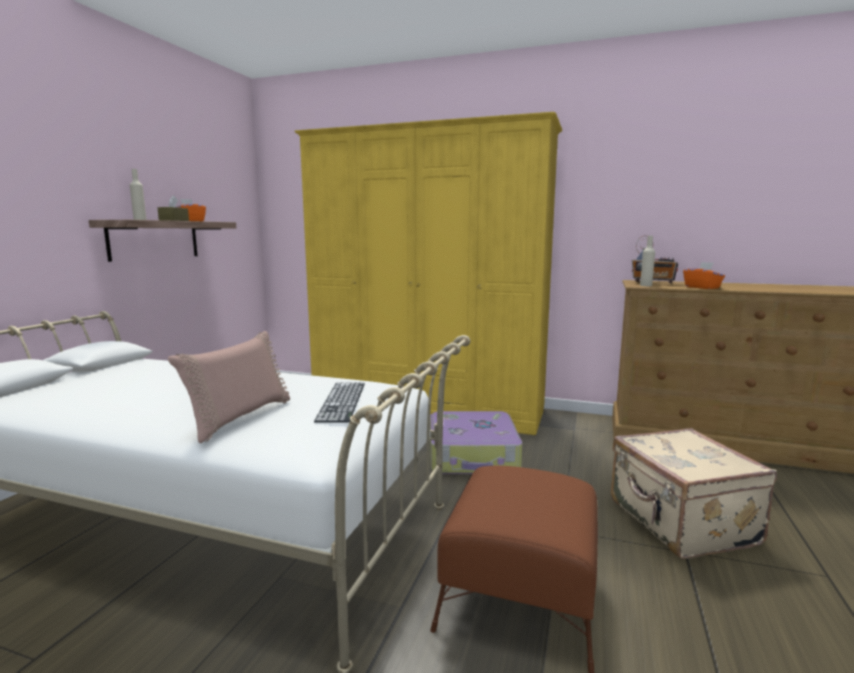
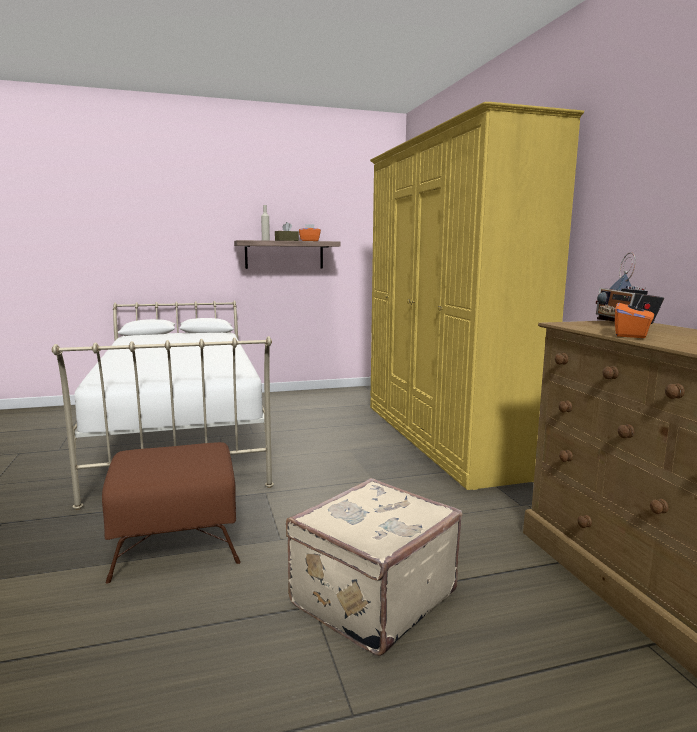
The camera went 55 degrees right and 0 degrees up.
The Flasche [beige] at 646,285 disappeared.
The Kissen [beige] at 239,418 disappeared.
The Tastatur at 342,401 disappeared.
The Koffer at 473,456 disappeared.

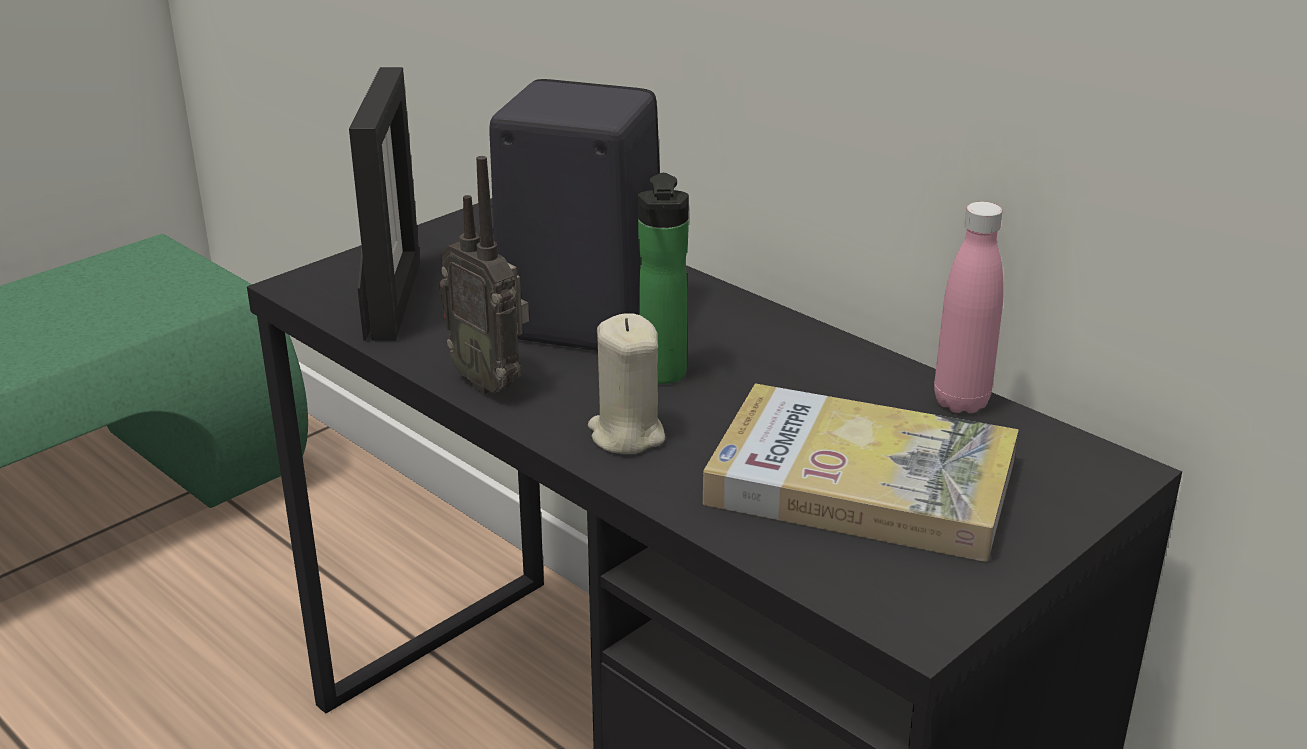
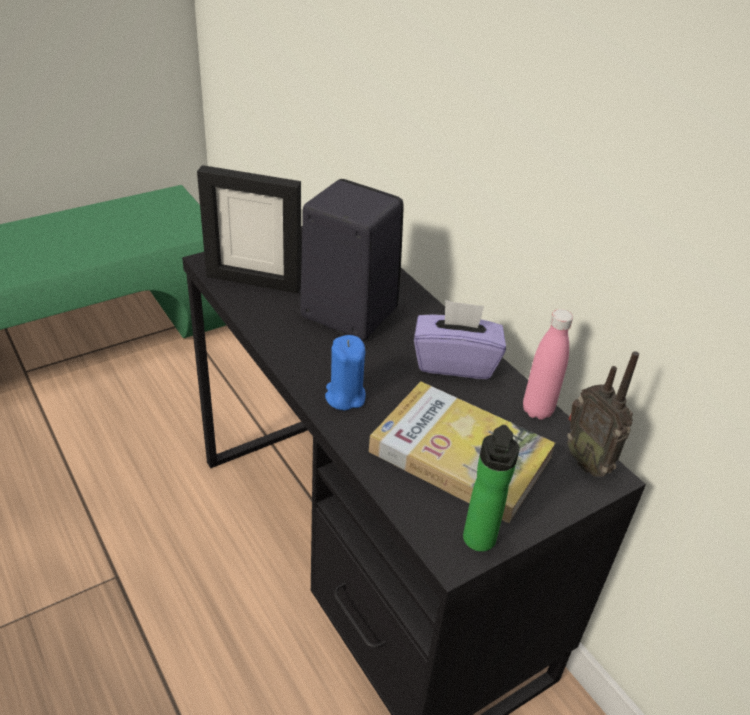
The camera went 10 degrees right and 10 degrees up.
The Bilderrahmen at 393,299 turned 90 degrees clockwise.
The Radio moved from 491,381 to 589,462.
The Flasche moved from 662,377 to 478,543.
The Kerze [beige] at 626,434 became the Kerze [blau] at 345,396.
The Taschentuchbox [lila] at 455,362 appeared.

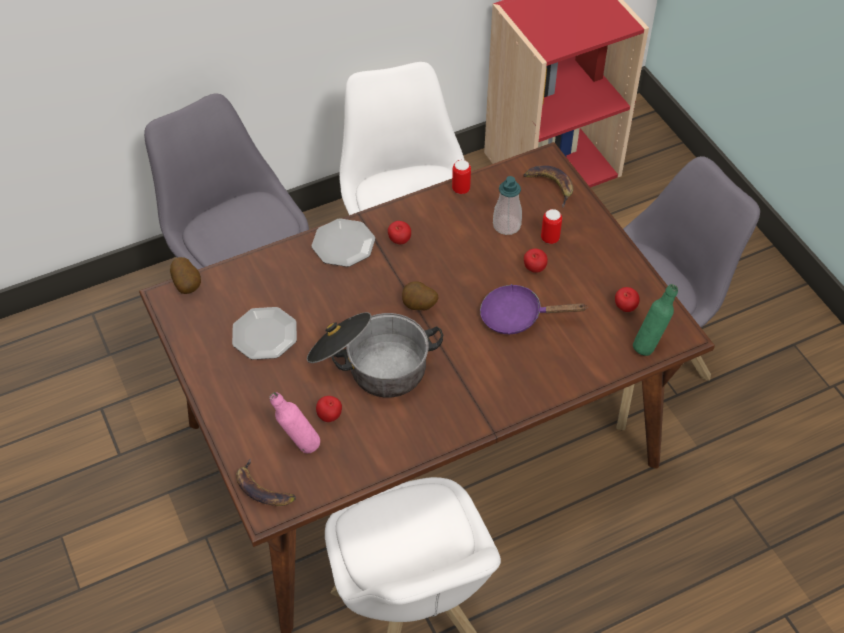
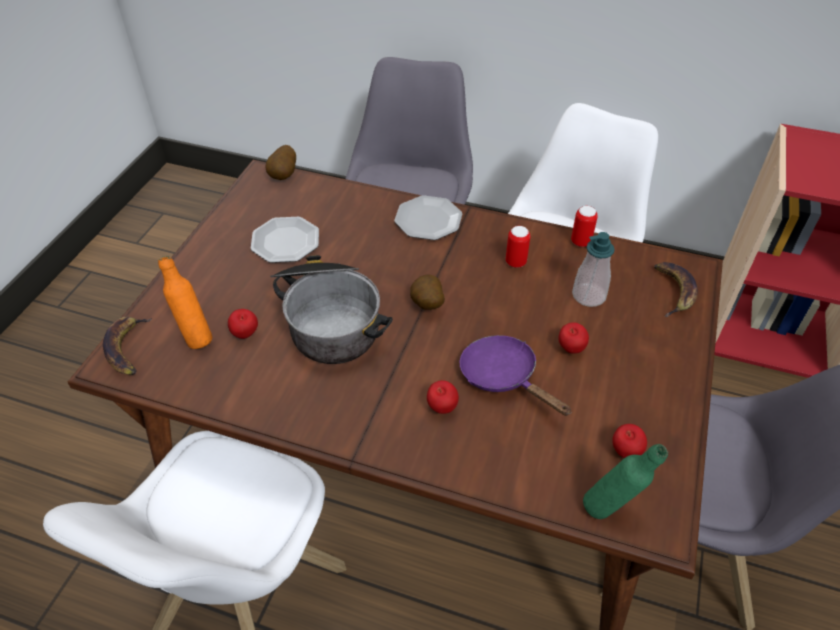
The camera went 45 degrees right and 5 degrees down.
The Dose moved from 550,238 to 515,262.
The Apfel moved from 399,241 to 441,408.
The Flasche [rosa] at 299,445 became the Flasche [orange] at 195,337.

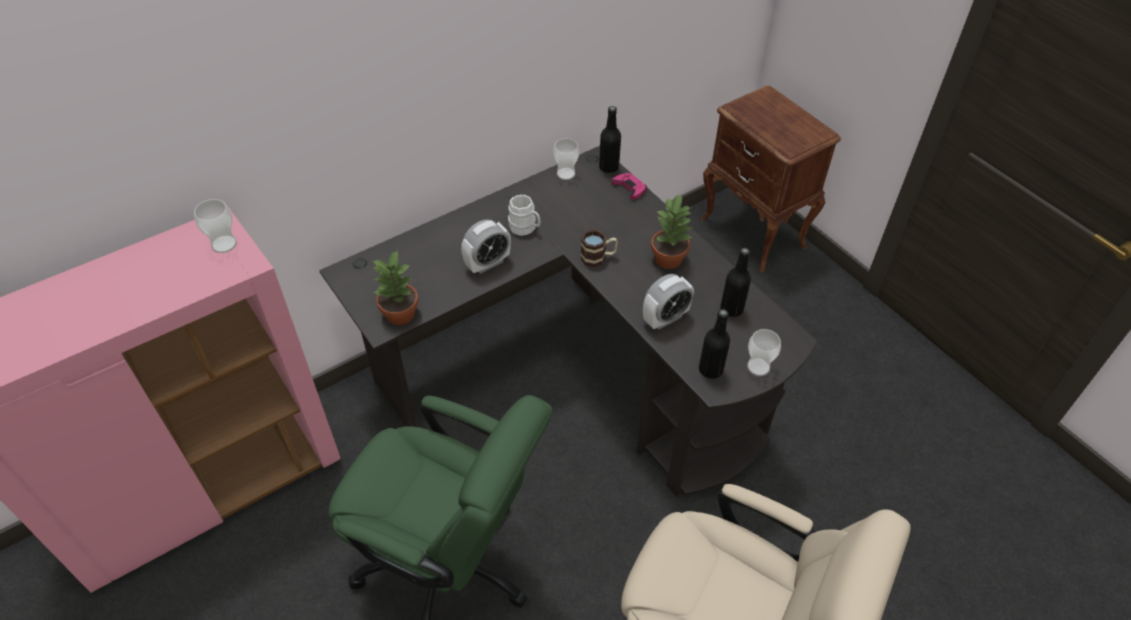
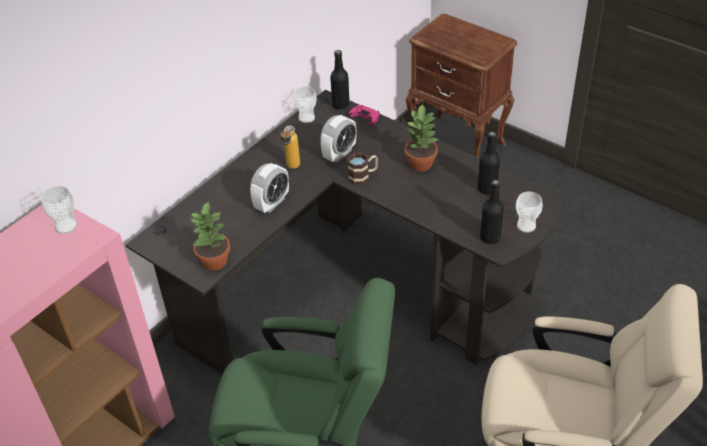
The camera went 15 degrees left and 5 degrees down.
The Henkelbecher [weiß] at 525,228 was replaced by the Flasche at 291,168.
The Wecker moved from 665,318 to 339,154.

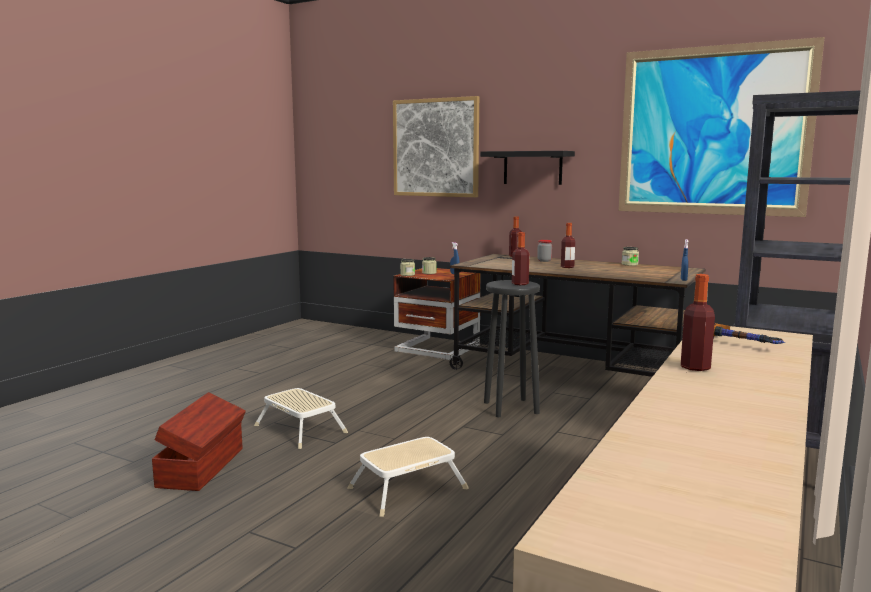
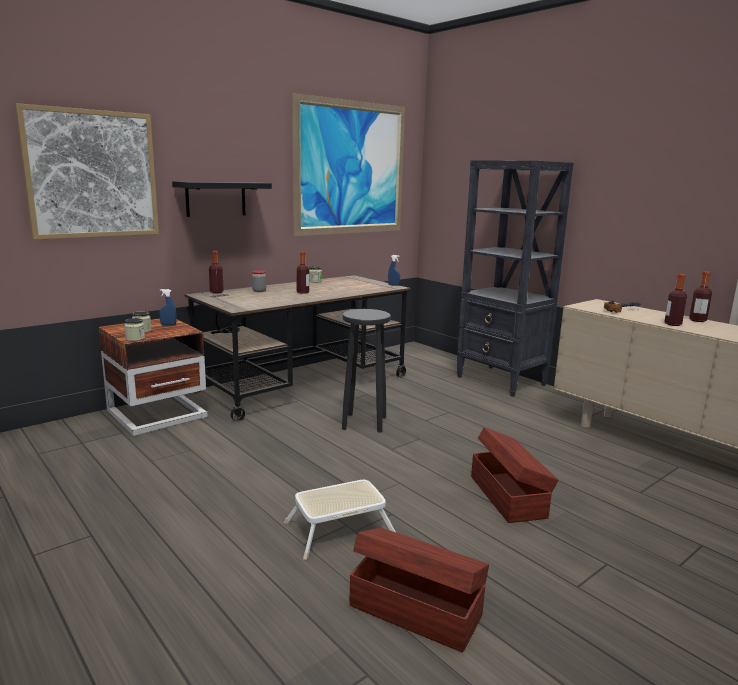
The camera went 70 degrees left and 5 degrees up.
The Flasche moved from 520,284 to 697,320.
The Trittleiter [beige] at 408,488 was replaced by the Aufbewahrungsbox [braun] at 508,496.

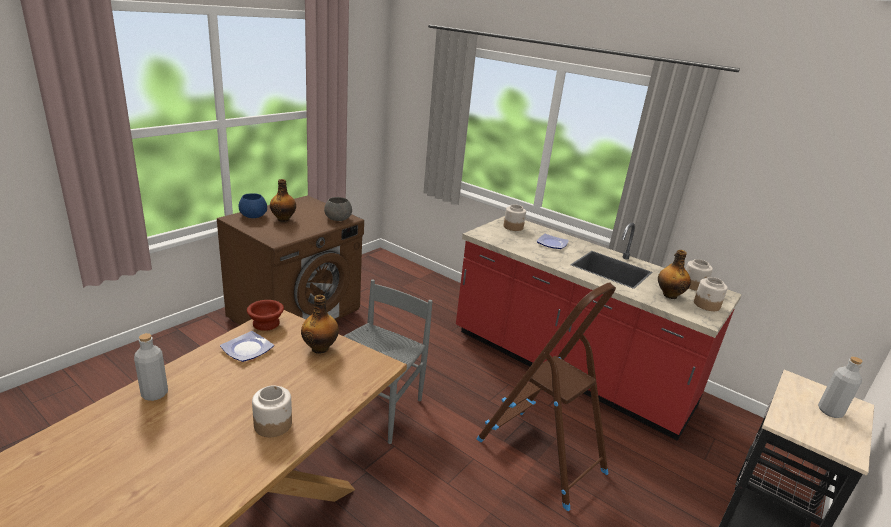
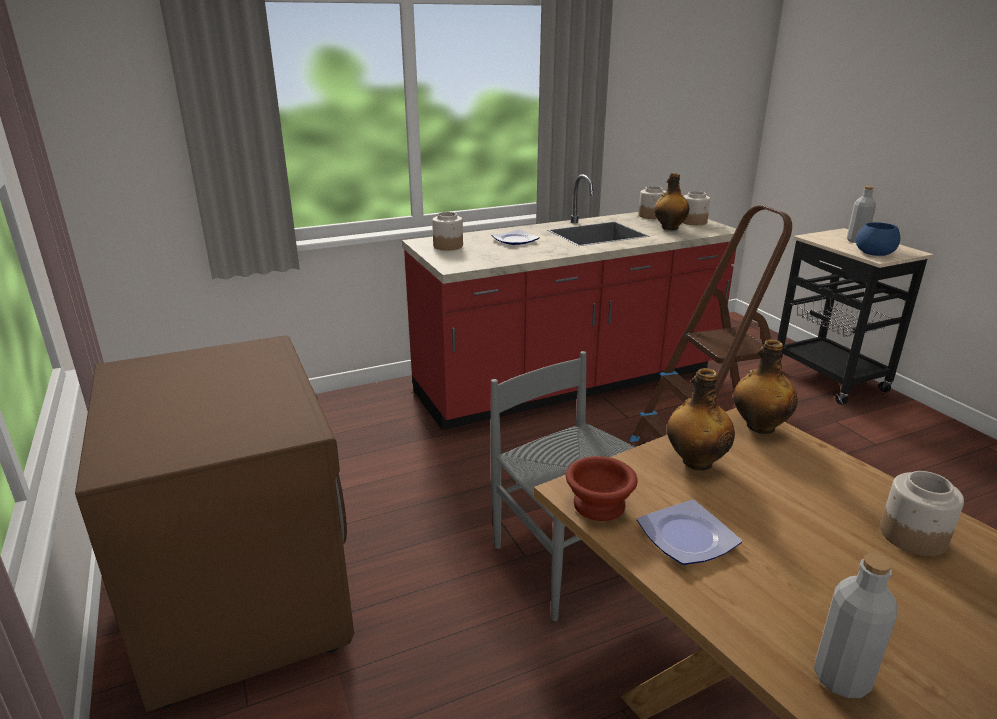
The camera went 60 degrees left and 0 degrees up.
The Flasche moved from 283,219 to 759,426.
The Schüssel [blau] moved from 253,216 to 875,253.
The Schüssel [grau] at 338,218 disappeared.

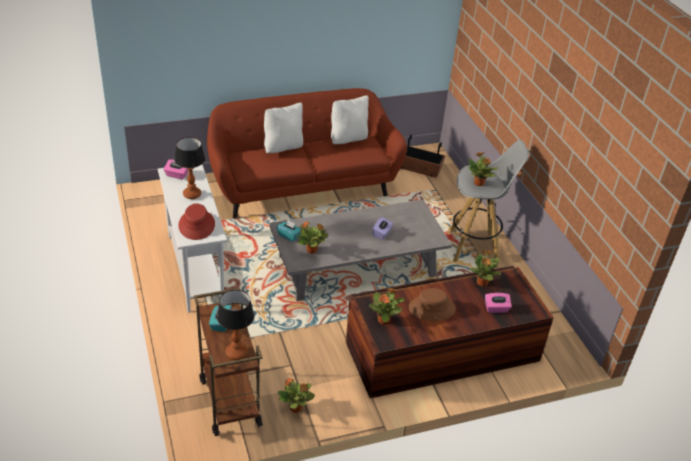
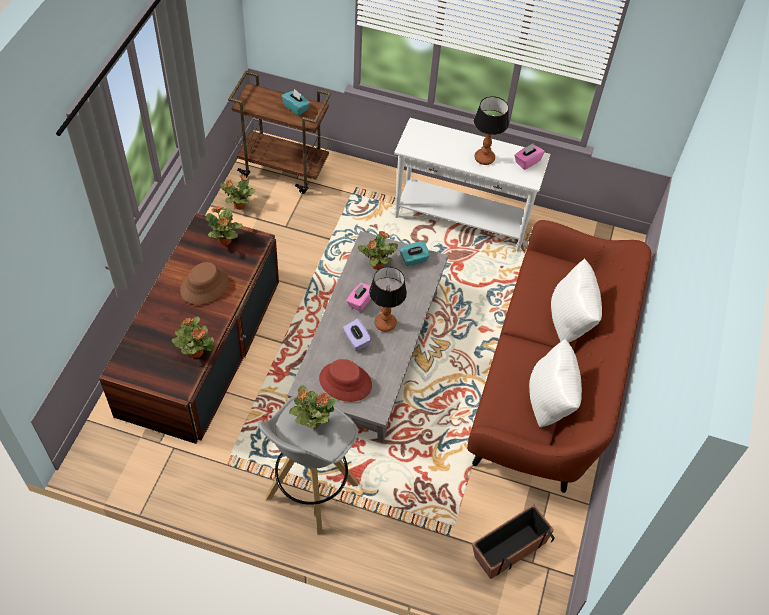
The camera went 125 degrees right and 15 degrees up.
The Hut [rot] moved from 197,225 to 345,382.
The Tischlampe moved from 236,352 to 385,324.
The Taschentuchbox [rosa] moved from 496,308 to 360,301.

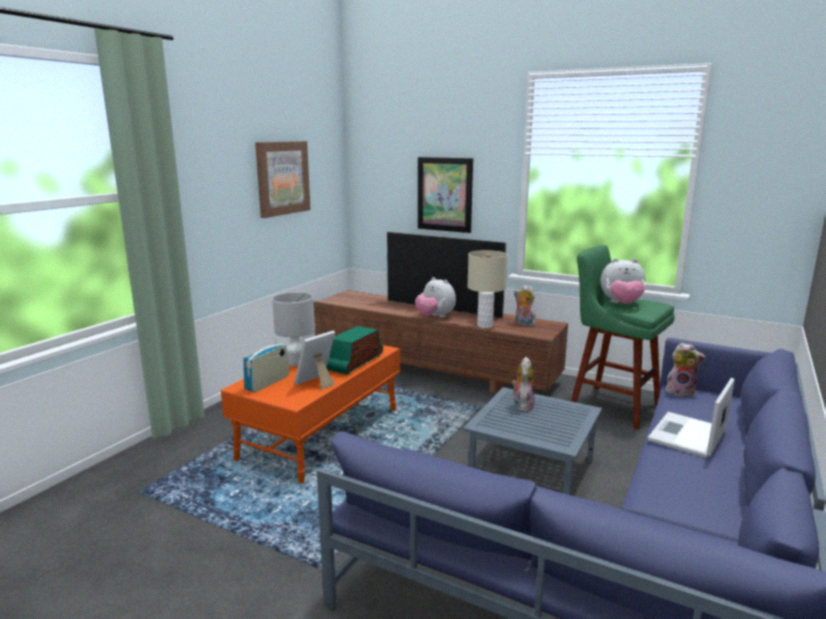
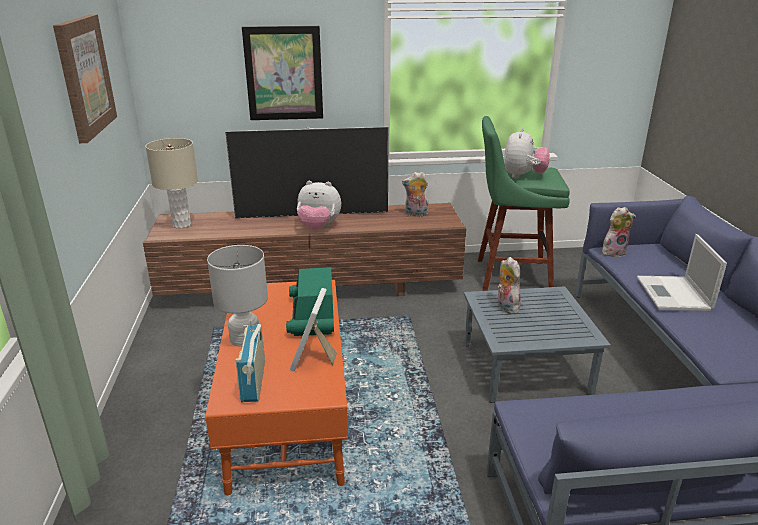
The camera went 35 degrees left and 10 degrees up.
The Tischlampe [beige] moved from 485,326 to 182,225.
The Plüschtier at 621,304 turned 45 degrees counterclockwise.

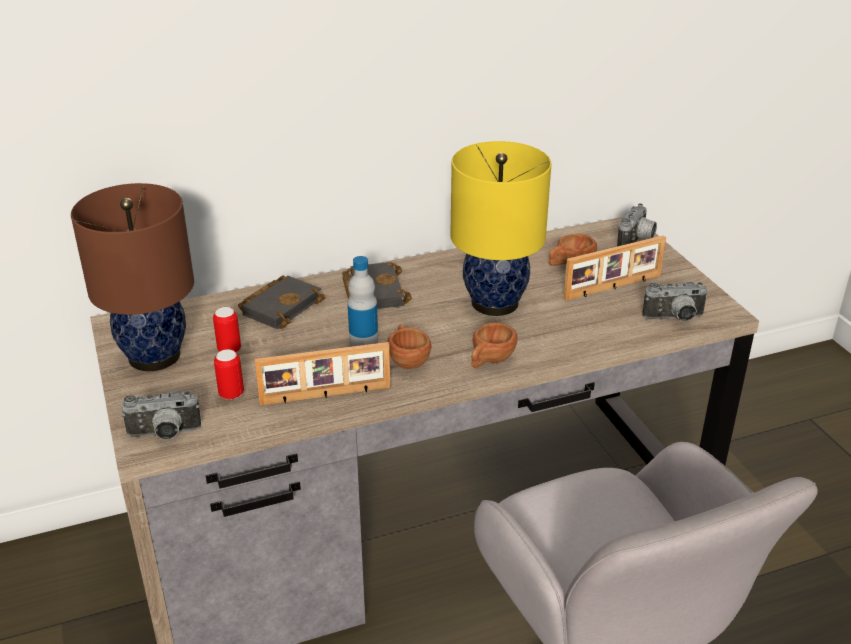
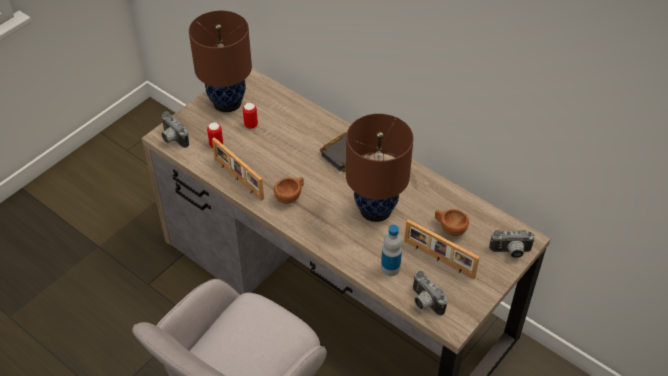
The camera went 60 degrees right and 15 degrees up.
The Tischlampe [gelb] at 495,302 became the Tischlampe [braun] at 376,209.
The Flasche moved from 363,342 to 390,268.
The Buch [schwarz] at 281,306 disappeared.
The Tasse [braun] at 490,361 disappeared.

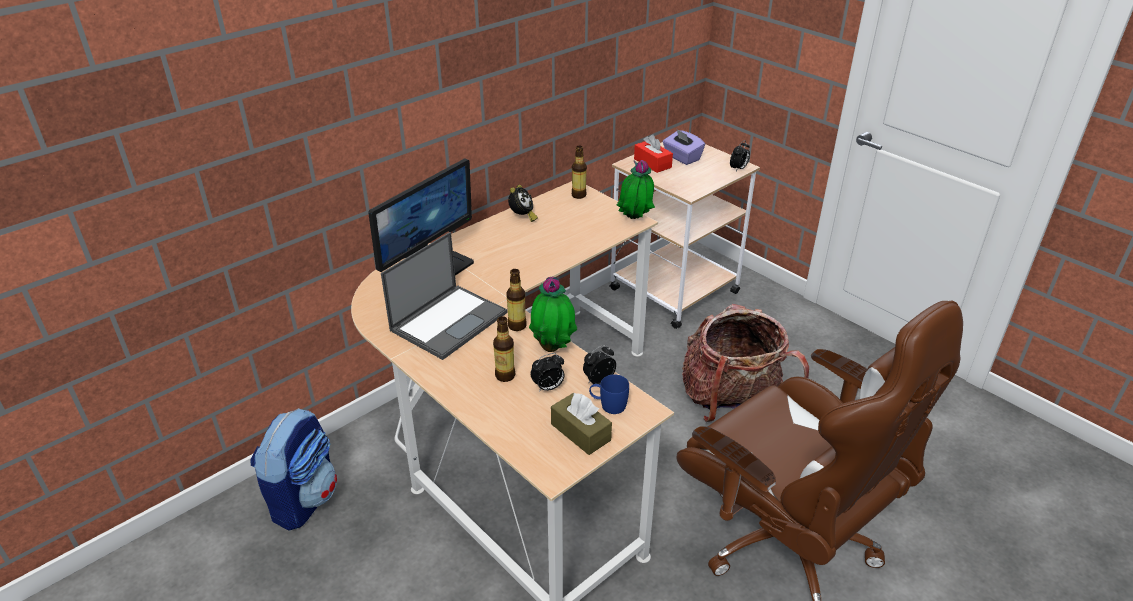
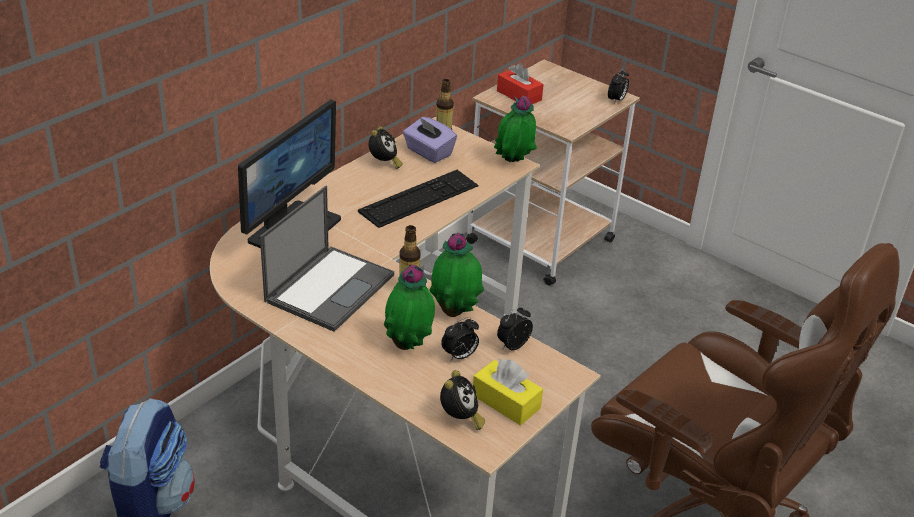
The camera went 10 degrees left and 0 degrees up.
The Taschentuchbox [lila] moved from 682,157 to 428,152.
The Rucksack at 731,402 disappeared.
The Flasche at 505,376 was replaced by the Topfpflanze at 409,345.
The Henkelbecher [blau] at 608,405 disappeared.
The Taschentuchbox [braun] at 580,432 became the Taschentuchbox [gelb] at 506,402.
The Tastatur at 419,198 appeared.
The Wecker at 460,419 appeared.

